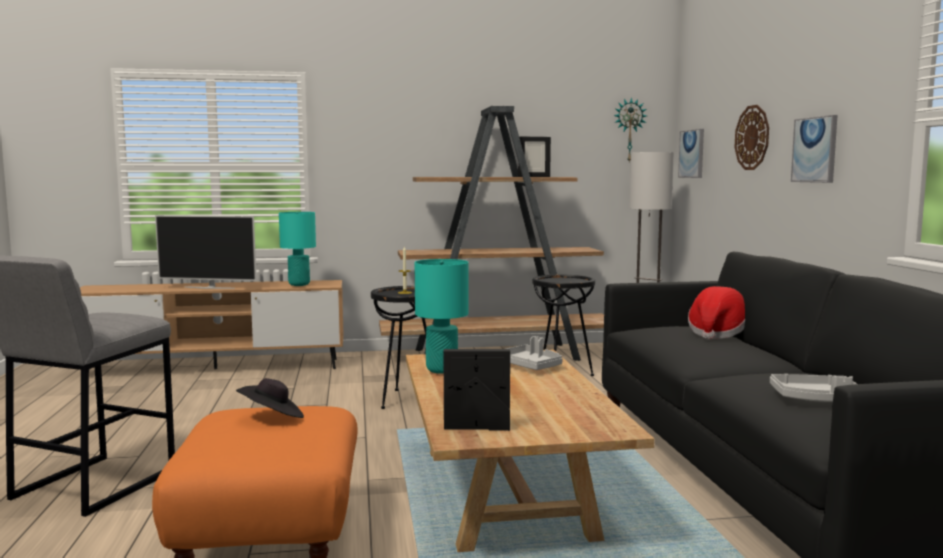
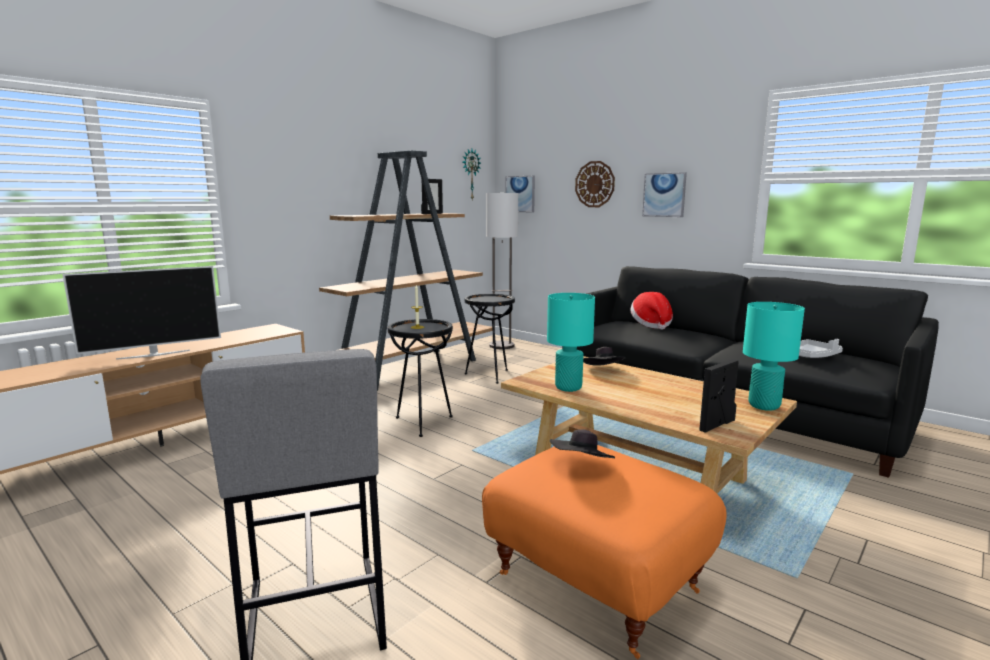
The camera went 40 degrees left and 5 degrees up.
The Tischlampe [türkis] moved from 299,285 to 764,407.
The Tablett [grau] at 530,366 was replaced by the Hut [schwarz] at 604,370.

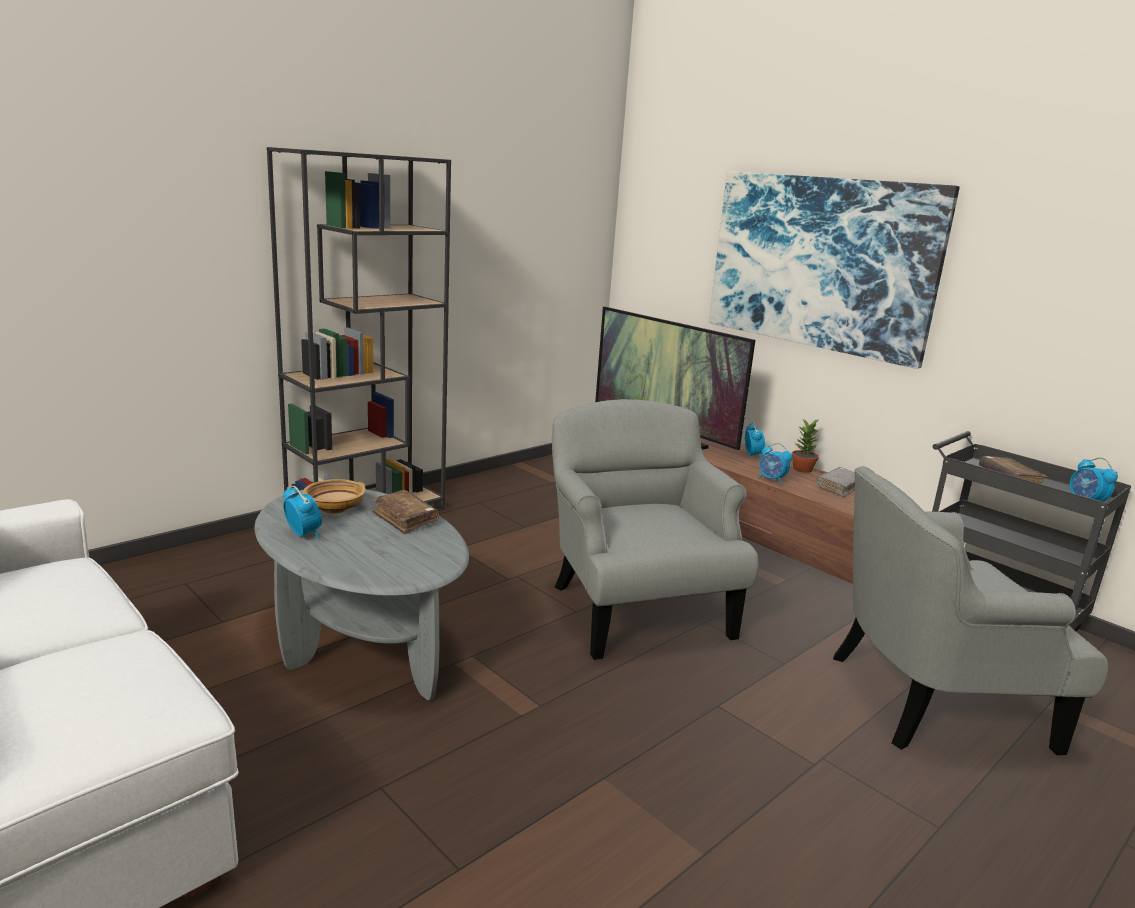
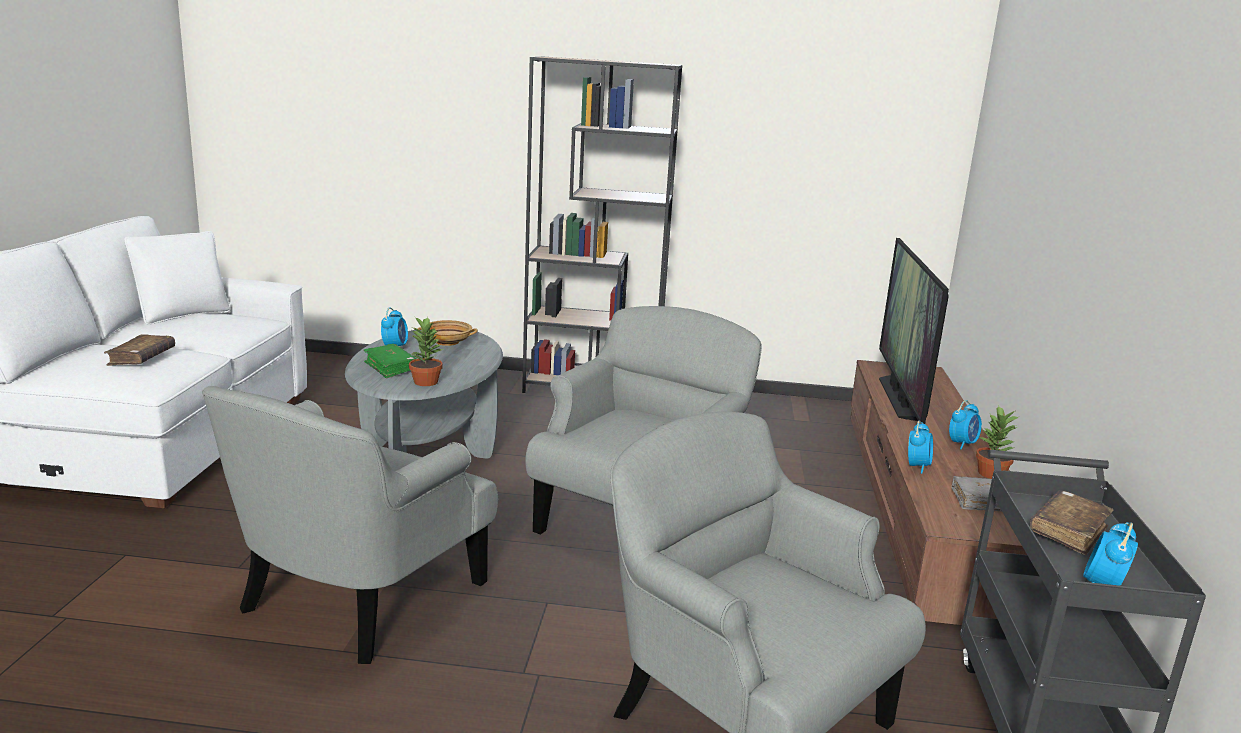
The camera went 50 degrees right and 0 degrees up.
The Bild at 820,263 disappeared.
The Wecker at 772,480 turned 150 degrees counterclockwise.
The Buch [braun] moved from 405,519 to 142,358.
The Topfpflanze at 425,382 appeared.
The Buch [grün] at 391,367 appeared.
The Sessel [grau] at 358,596 appeared.

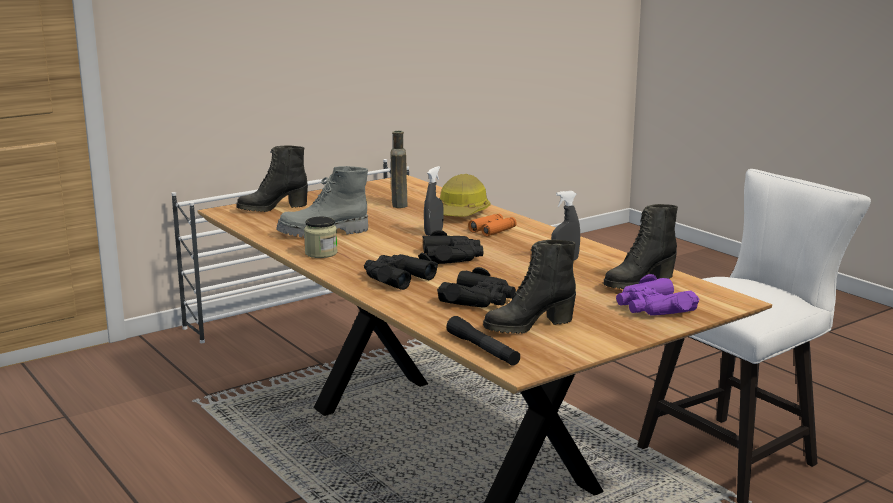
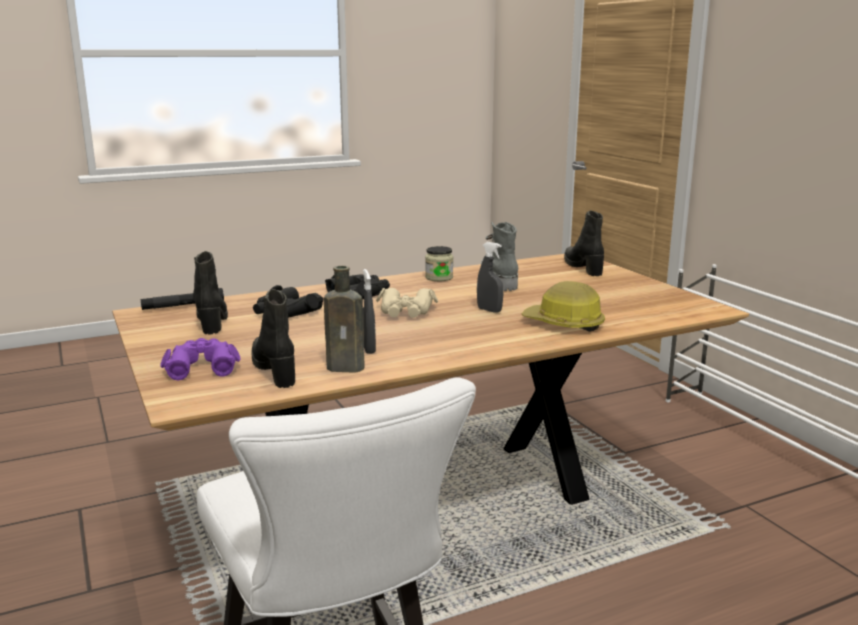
The camera went 100 degrees right and 0 degrees up.
The Flasche [braun] moved from 399,204 to 348,368.
The Fernglas [orange] at 492,230 disappeared.
The Fernglas [schwarz] at 452,257 became the Fernglas [beige] at 406,312.

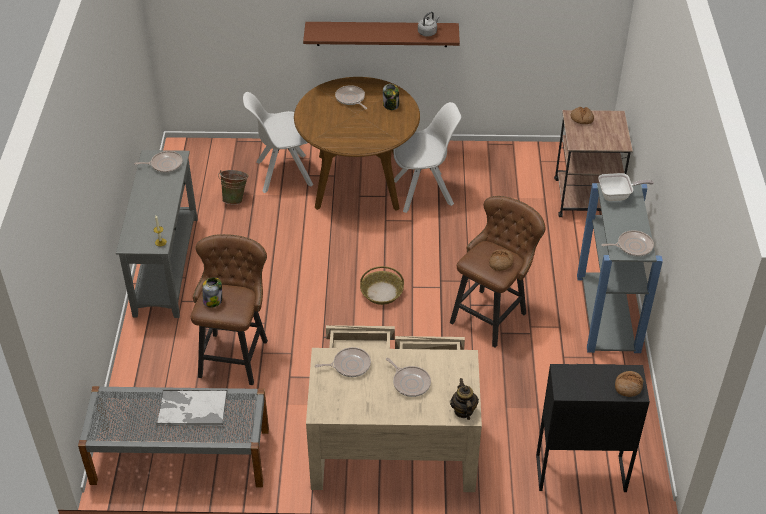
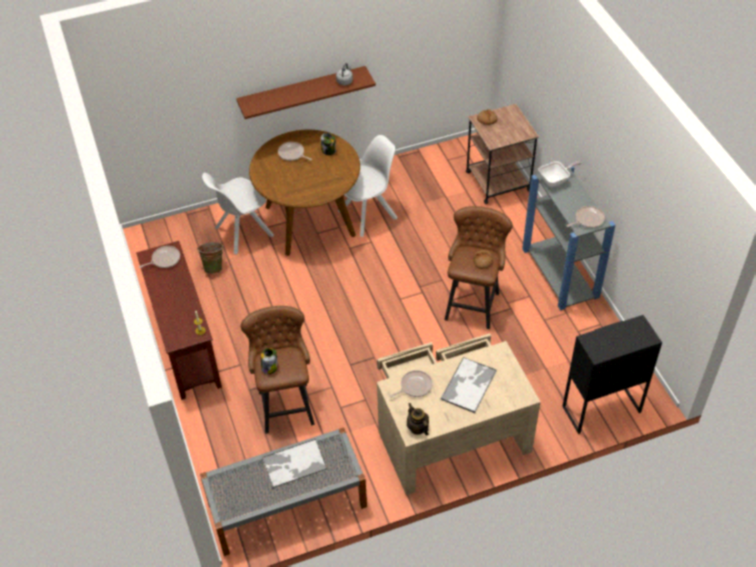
The camera went 20 degrees left and 5 degrees up.
The Konsolentisch [grau] at 166,266 became the Konsolentisch [braun] at 185,345.
The Korb at 382,292 disappeared.
The Pfanne at 410,382 was replaced by the Tablett at 469,385.
The Brot at 628,386 disappeared.
The Teekanne moved from 463,411 to 417,428.

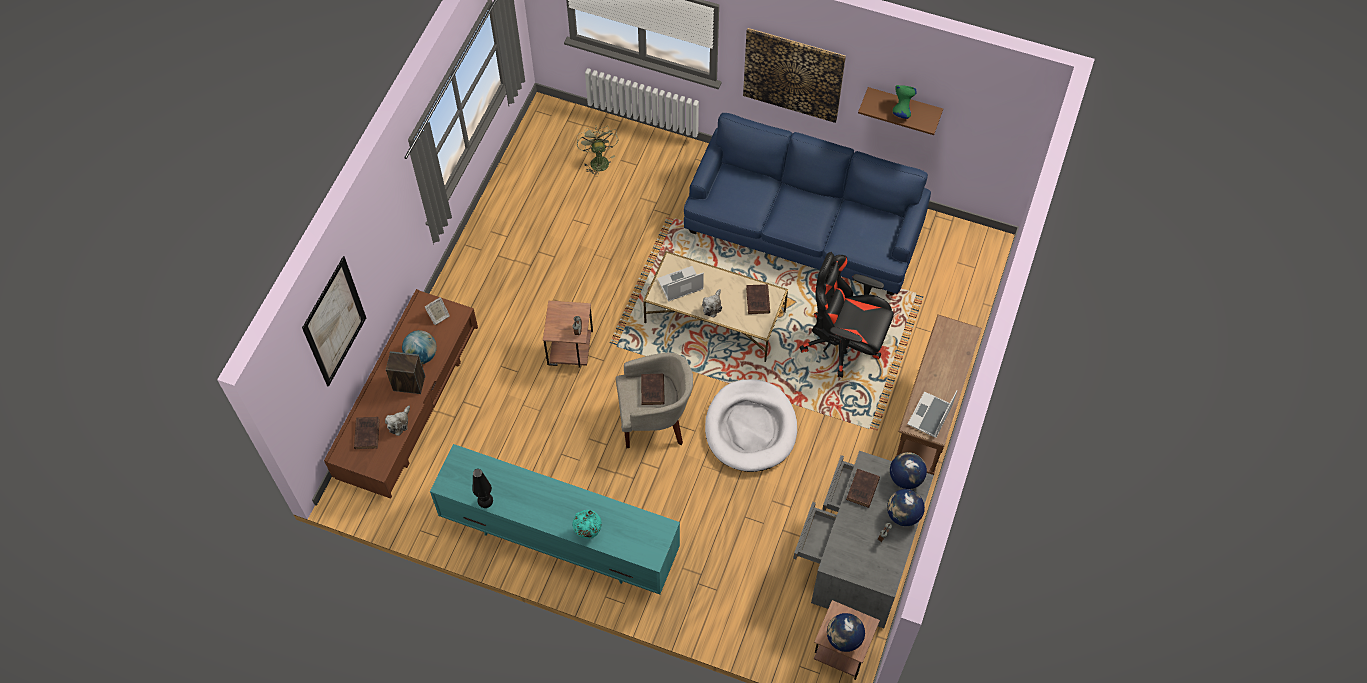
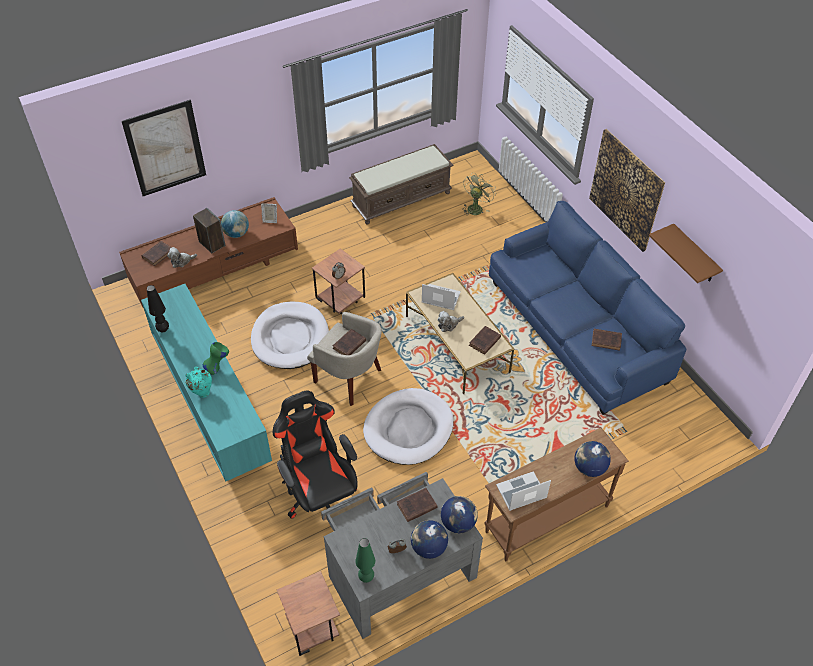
The camera went 40 degrees right and 10 degrees down.
The Vase [grün] moved from 901,110 to 218,367.
The Bürostuhl [schwarz] moved from 845,346 to 320,498.
The Globus moved from 843,638 to 589,468.
The Bank [braun] at 401,199 appeared.
The Hundebett [weiß] at 290,338 appeared.
The Buch [braun] at 607,341 appeared.
The Tischlampe [grün] at 366,577 appeared.

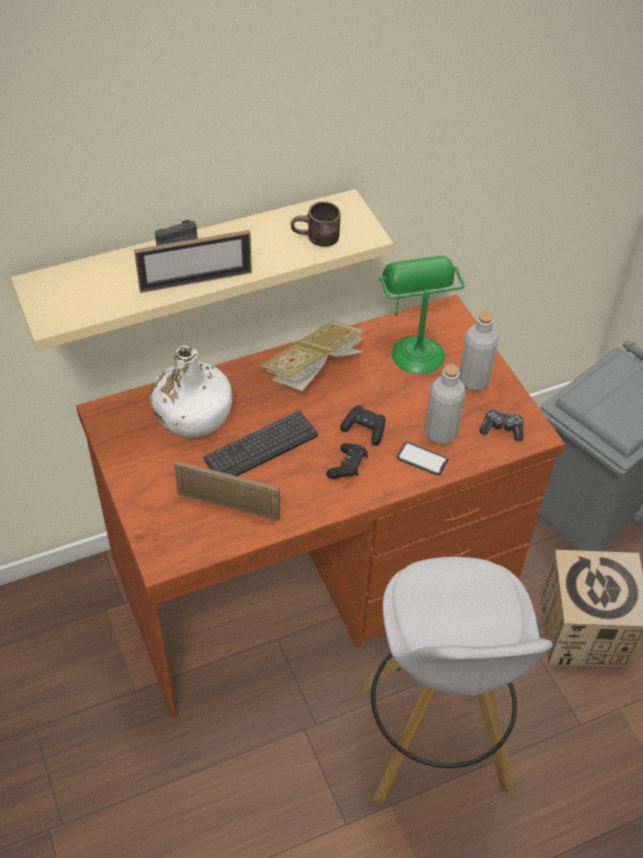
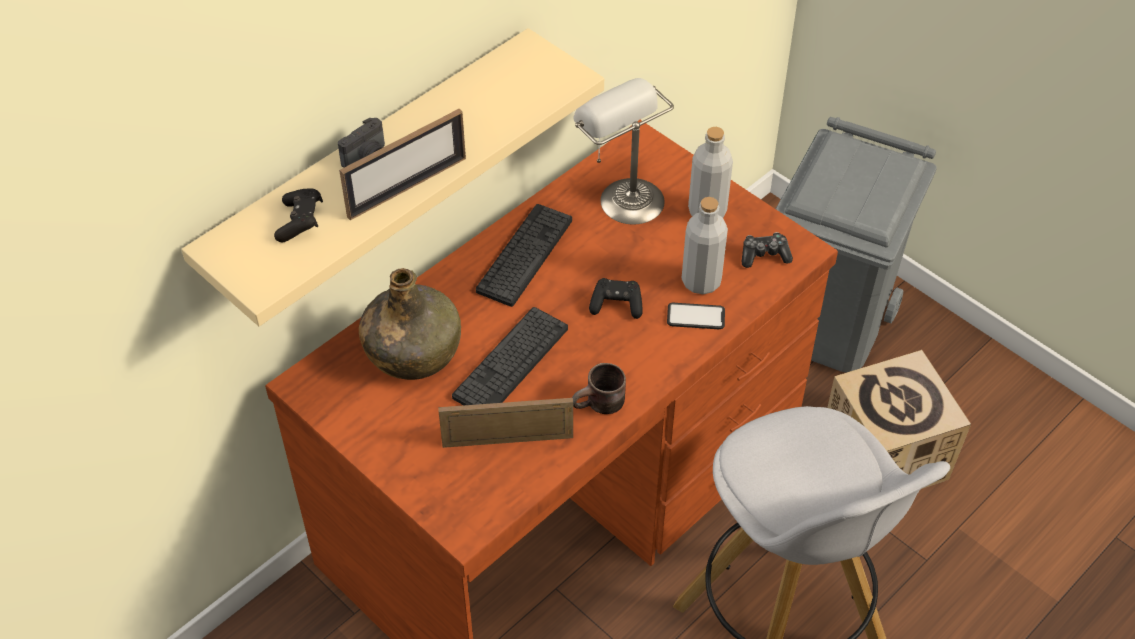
The camera went 20 degrees left and 0 degrees up.
The Henkelbecher [braun] moved from 317,240 to 600,407.
The Tischlampe [grün] at 413,346 became the Tischlampe [weiß] at 622,193.
The Buch at 314,370 was replaced by the Tastatur at 525,255.
The Flasche [weiß] at 193,415 became the Flasche [grün] at 413,352.
The Gamepad [schwarz] moved from 347,467 to 300,222.

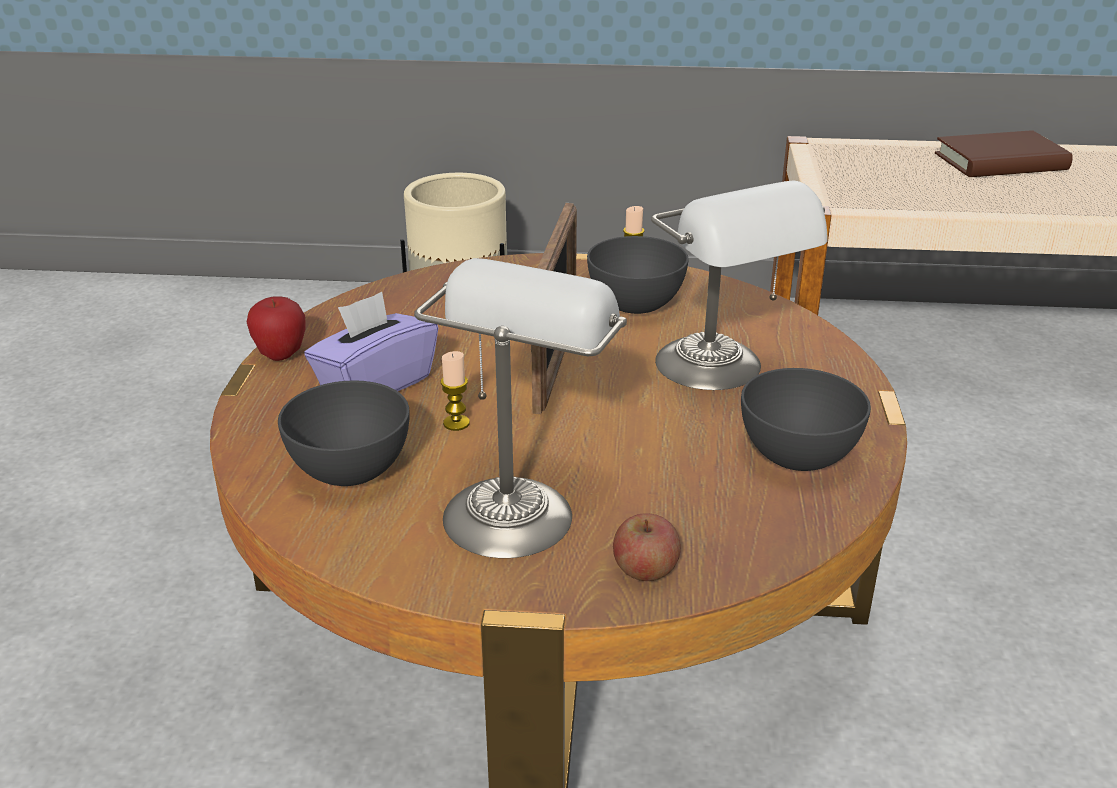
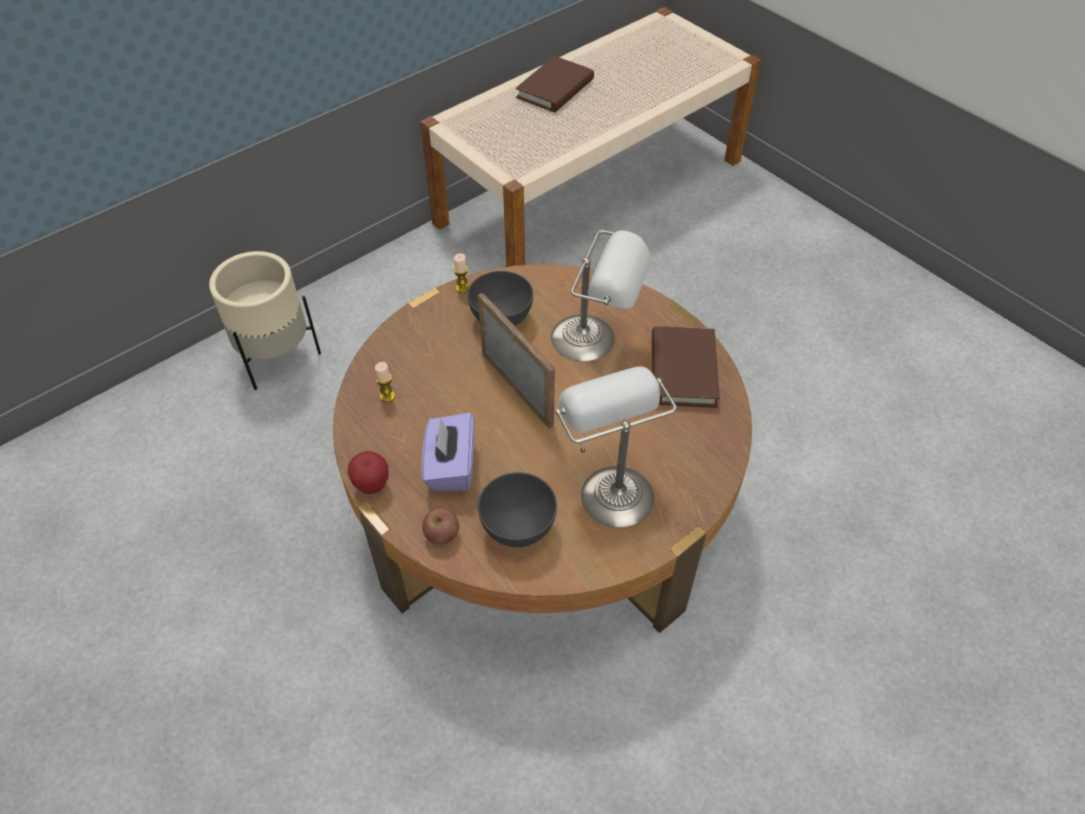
The camera went 45 degrees left and 20 degrees up.
The Kerze moved from 456,423 to 387,396.
The Schüssel [grau] at 799,456 was replaced by the Buch [braun] at 683,370.
The Apfel moved from 645,569 to 442,534.

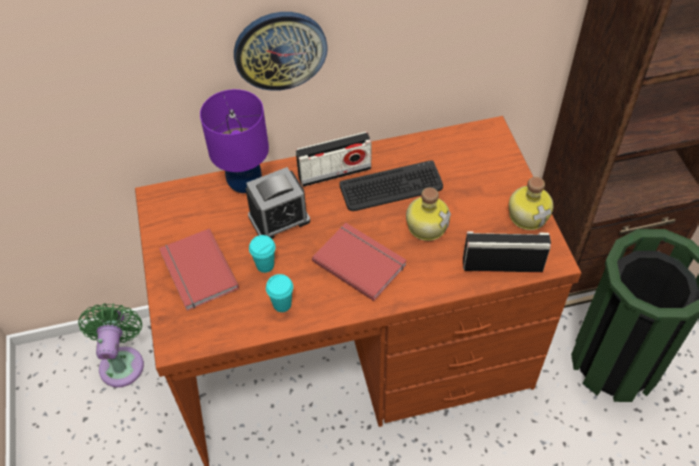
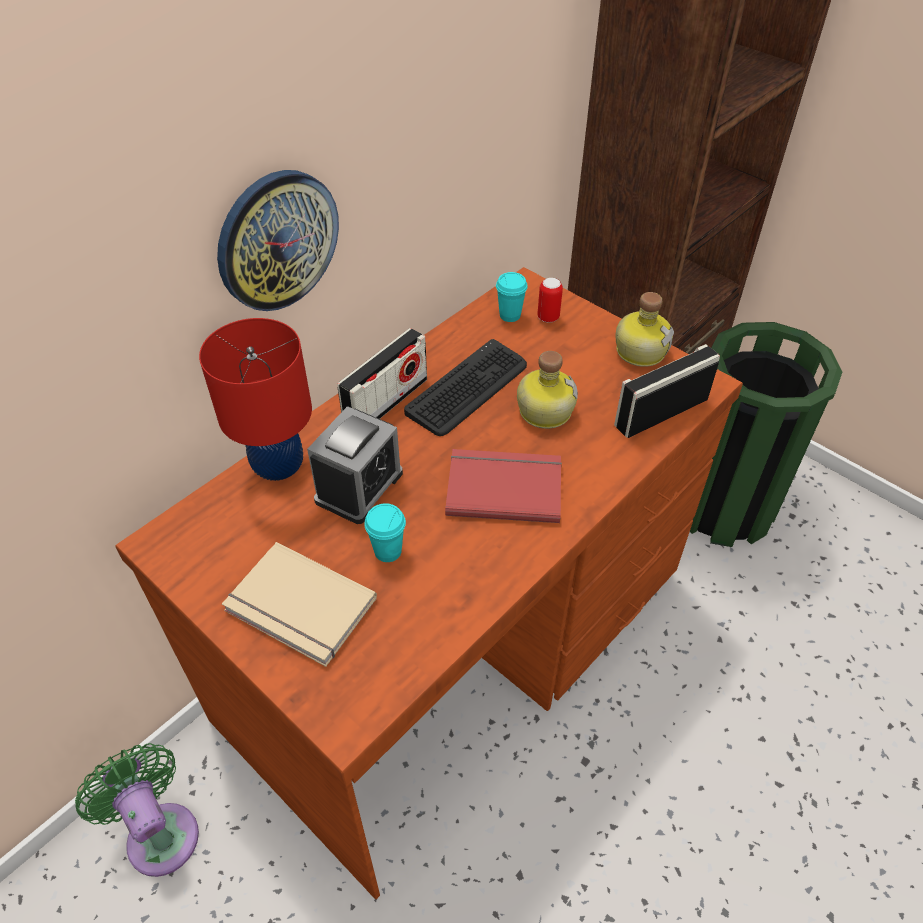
The camera went 35 degrees left and 5 degrees down.
The Tischlampe [lila] at 243,184 became the Tischlampe [rot] at 276,468.
The Buch [rot] at 196,272 became the Buch [beige] at 299,608.
The Tasse [türkis] moved from 282,304 to 510,315.
The Dose at 548,317 appeared.

